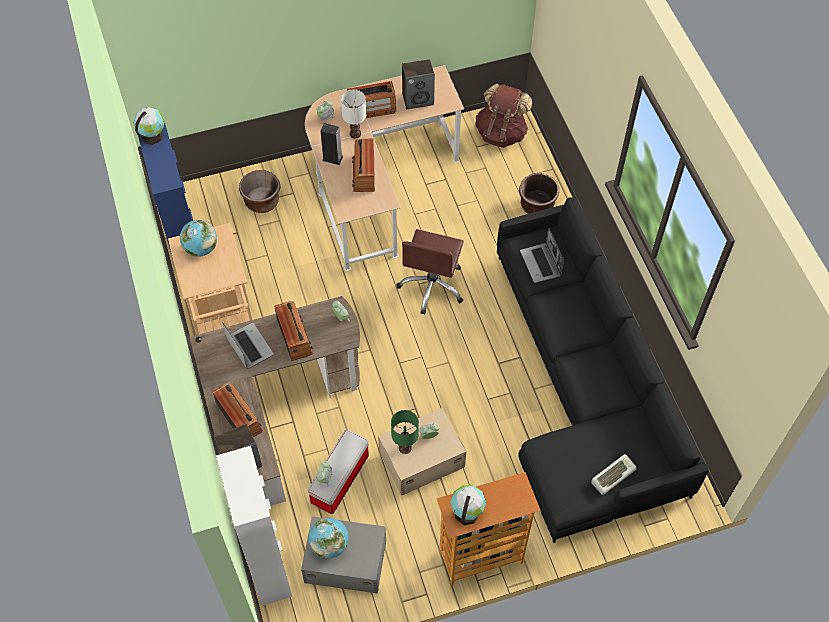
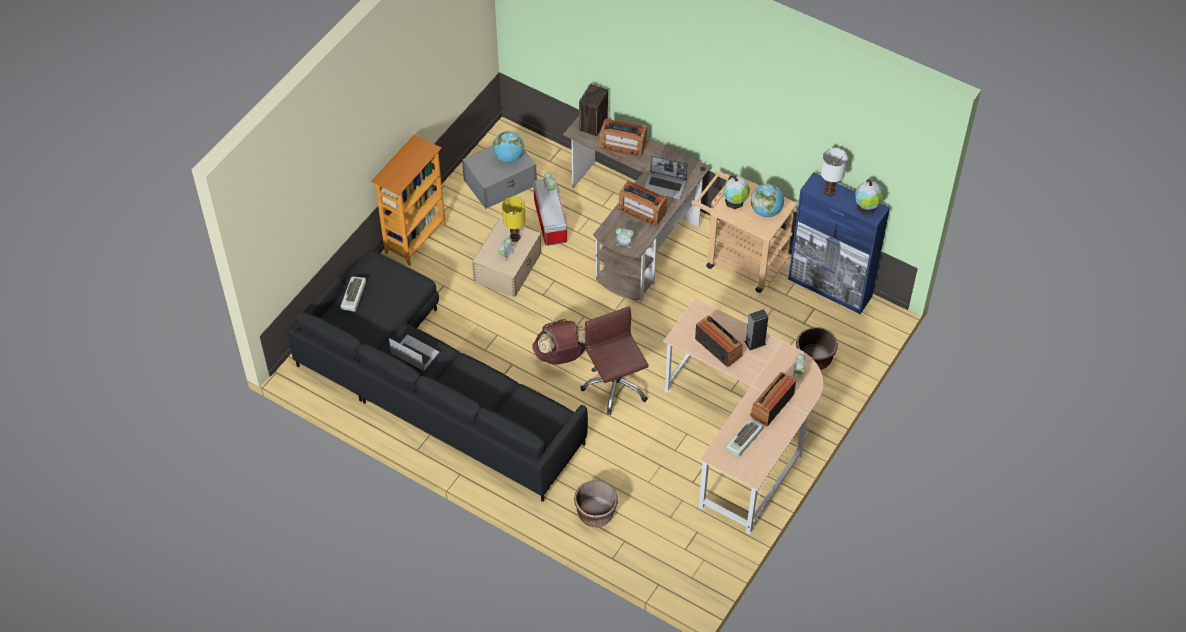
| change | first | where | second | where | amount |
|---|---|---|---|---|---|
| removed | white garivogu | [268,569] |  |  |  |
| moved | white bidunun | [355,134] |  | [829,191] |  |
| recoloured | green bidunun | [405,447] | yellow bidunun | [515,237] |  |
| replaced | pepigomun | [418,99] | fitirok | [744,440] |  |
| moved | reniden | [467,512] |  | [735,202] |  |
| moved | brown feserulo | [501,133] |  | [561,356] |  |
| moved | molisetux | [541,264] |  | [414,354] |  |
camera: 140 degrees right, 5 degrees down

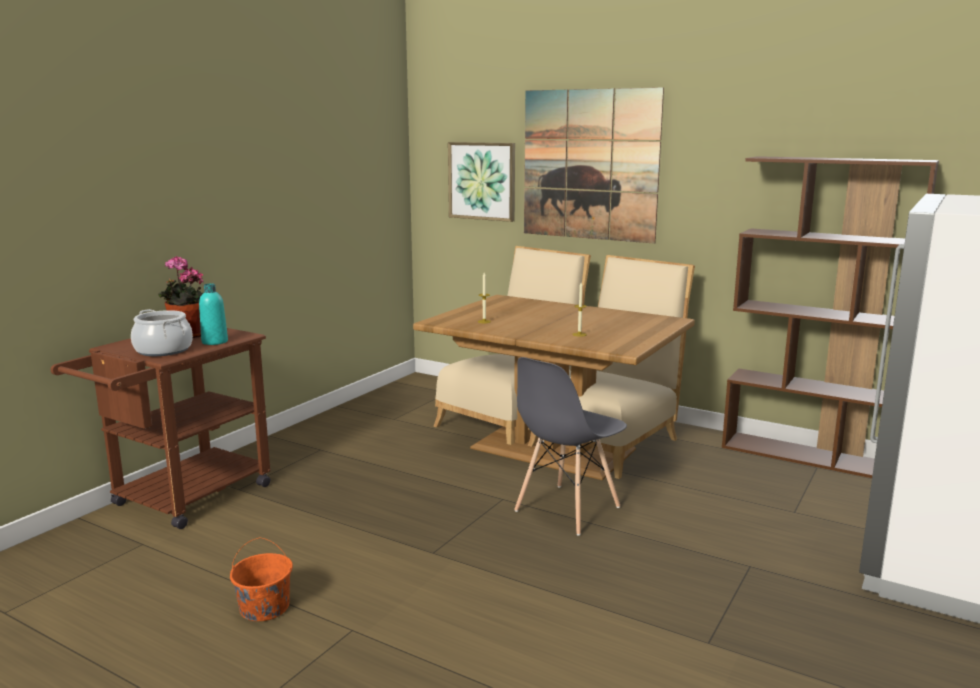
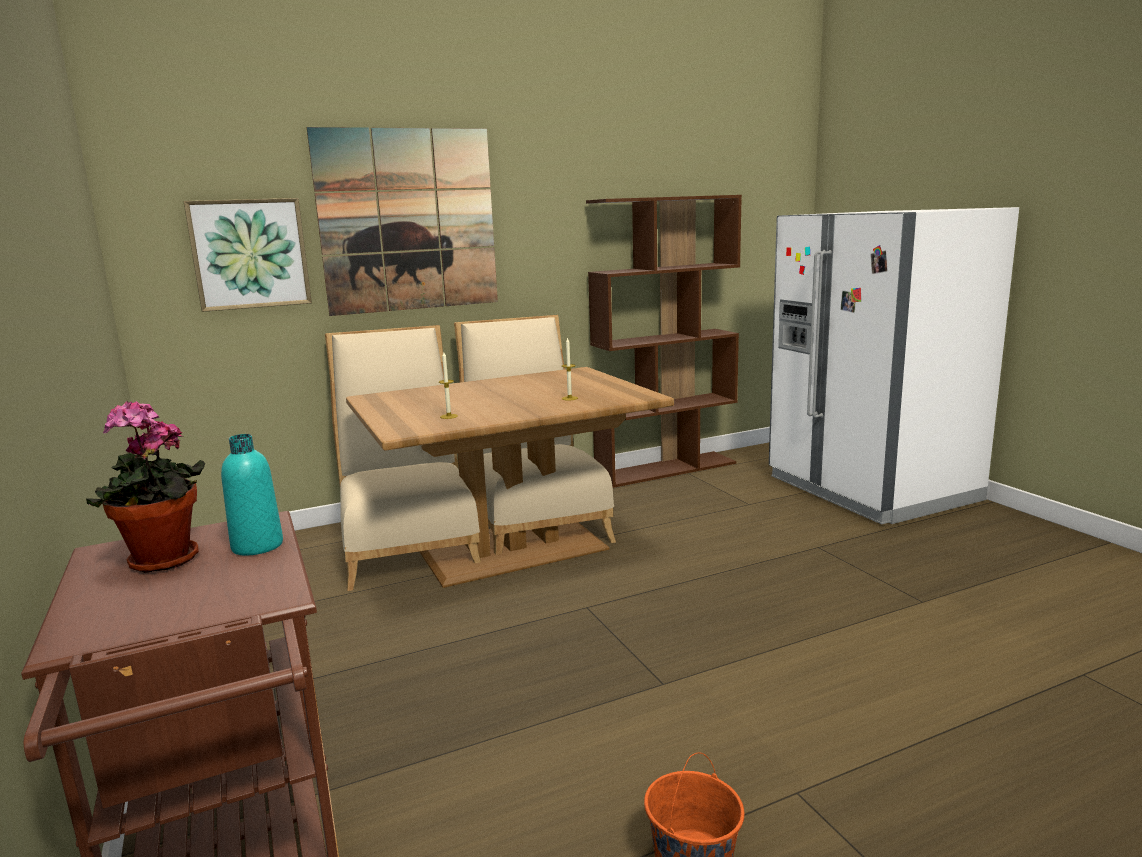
| change | first | where | second | where | amount |
|---|---|---|---|---|---|
| removed | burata | [163,350] |  |  |  |
| removed | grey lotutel | [566,509] |  |  |  |
camera: 55 degrees left, 0 degrees up

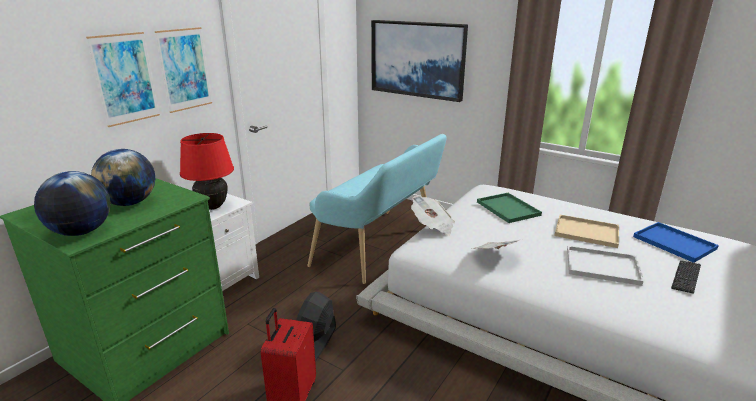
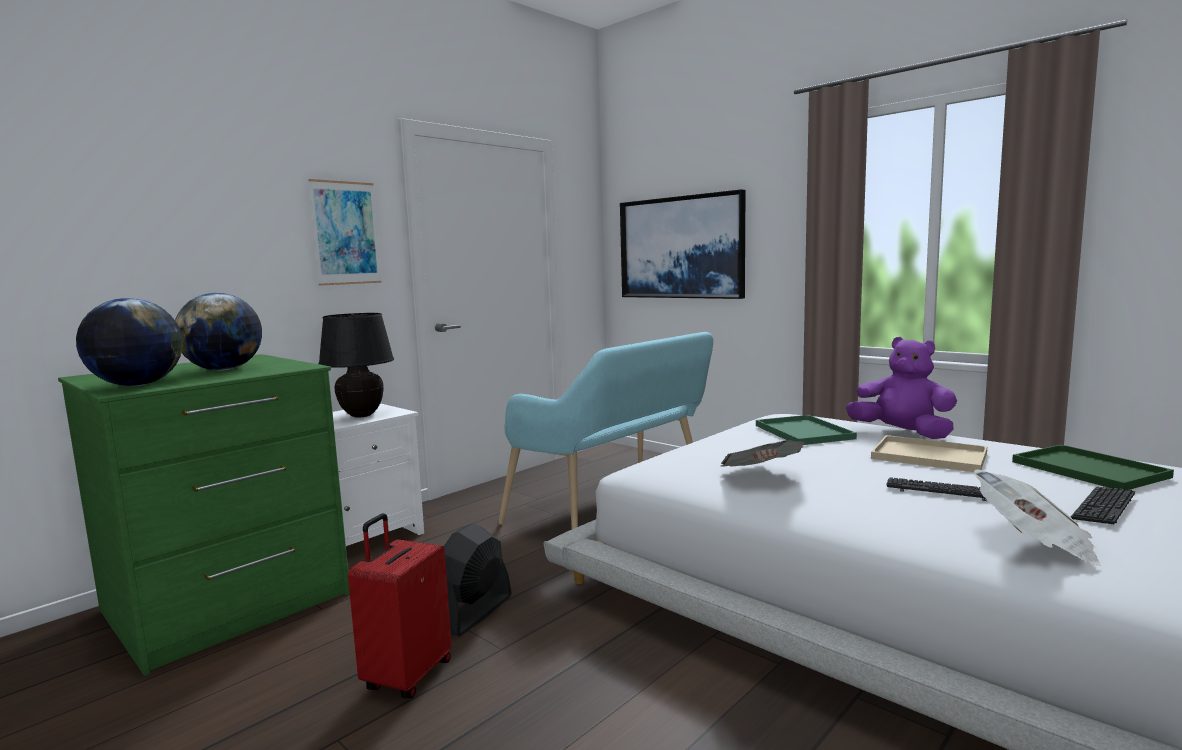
| change | first | where | second | where | amount |
|---|---|---|---|---|---|
| removed | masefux | [125,79] |  |  |  |
| recoloured | red bidunun | [212,207] | black bidunun | [361,415] |  |
| moved | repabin | [433,226] |  | [1035,544] |  |
| replaced | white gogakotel | [600,266] | fitirok | [942,491] |  |
| recoloured | blue gogakotel | [672,242] | green gogakotel | [1085,469] |  |
| added |  |  | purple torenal | [902,433] |  |
camera: 10 degrees right, 15 degrees down

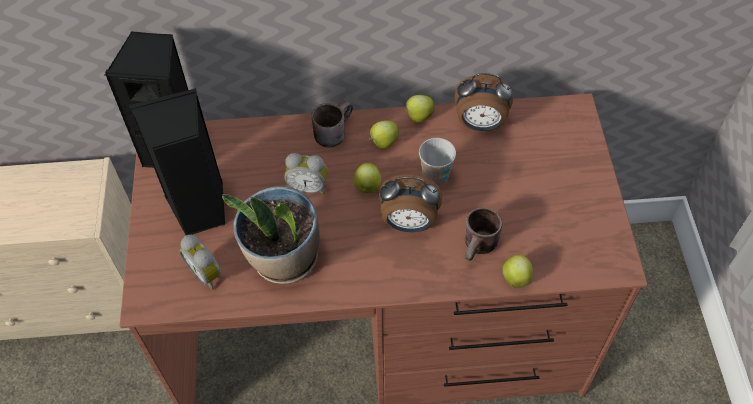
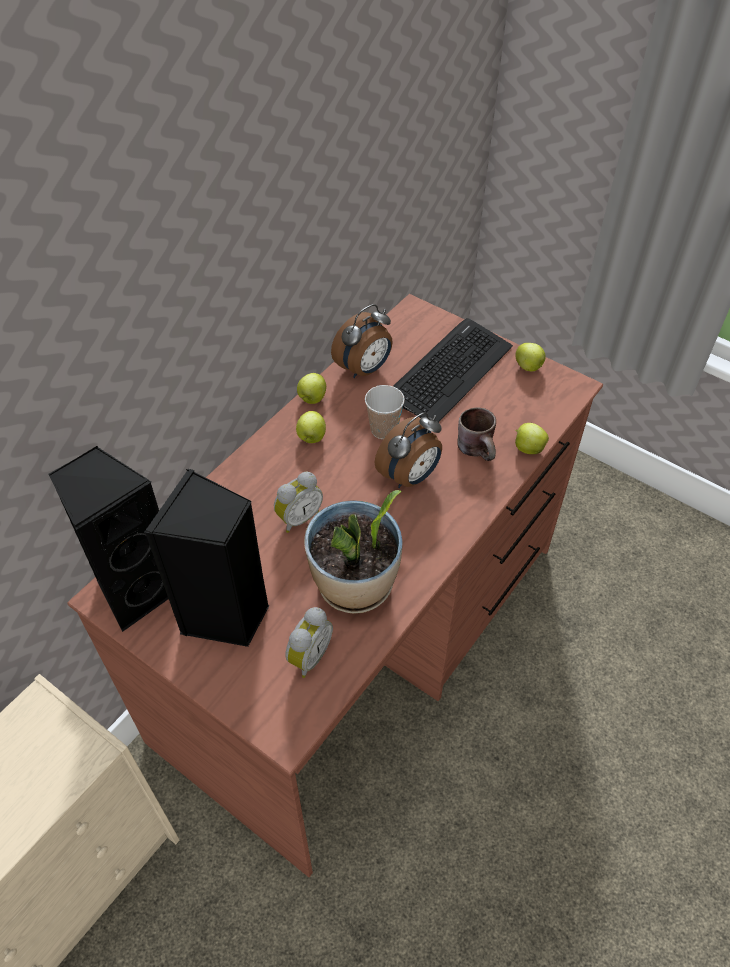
| change | first | where | second | where | amount |
|---|---|---|---|---|---|
| turned | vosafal | [207,273] |  | [308,656] | 60 degrees counterclockwise |
| removed | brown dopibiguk | [332,131] |  |  |  |
| moved | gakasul | [367,187] |  | [529,367] |  |
| added |  |  | fitirok | [449,371] |  |
camera: 50 degrees left, 5 degrees down

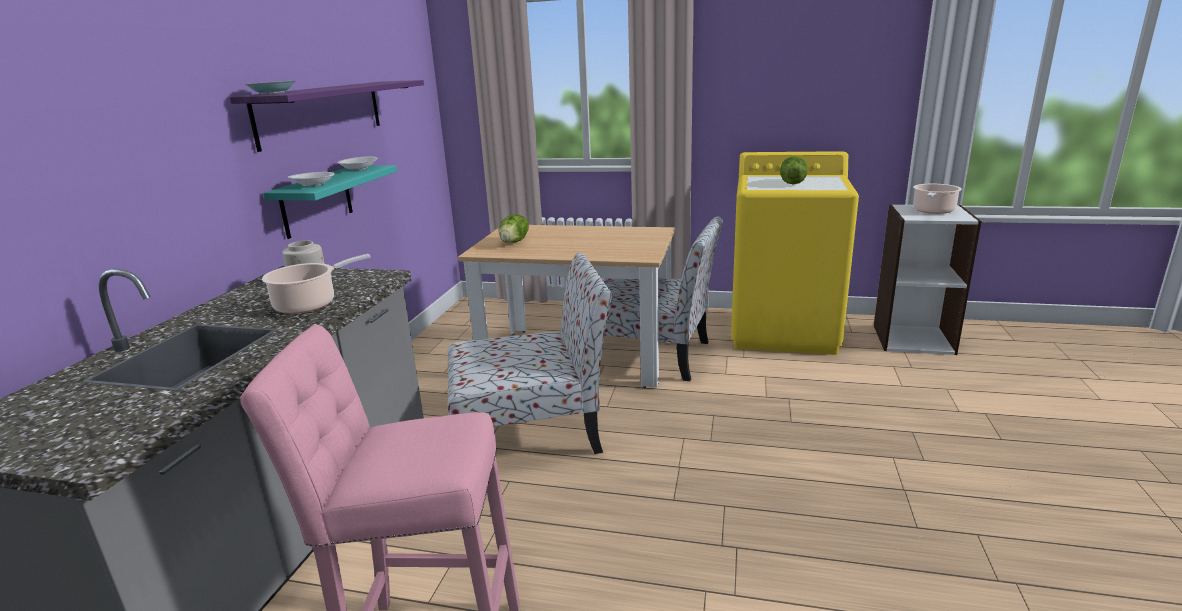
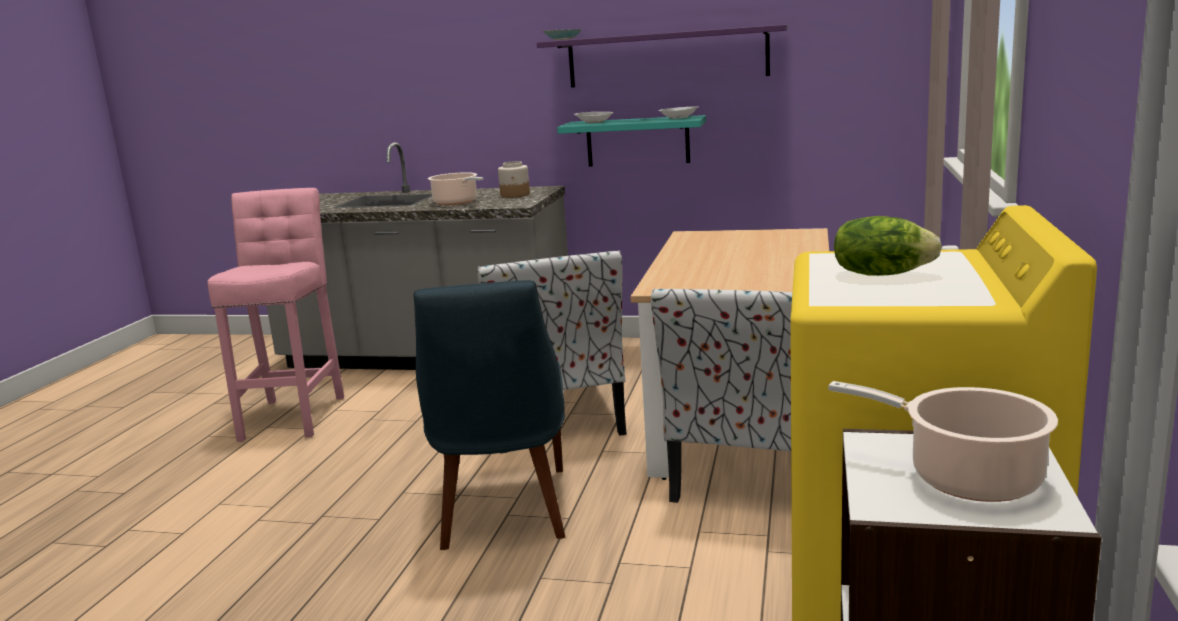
| change | first | where | second | where | amount |
|---|---|---|---|---|---|
| removed | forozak | [514,242] |  |  |  |
| added |  |  | blue lotutel | [503,511] |  |
camera: 90 degrees right, 5 degrees down

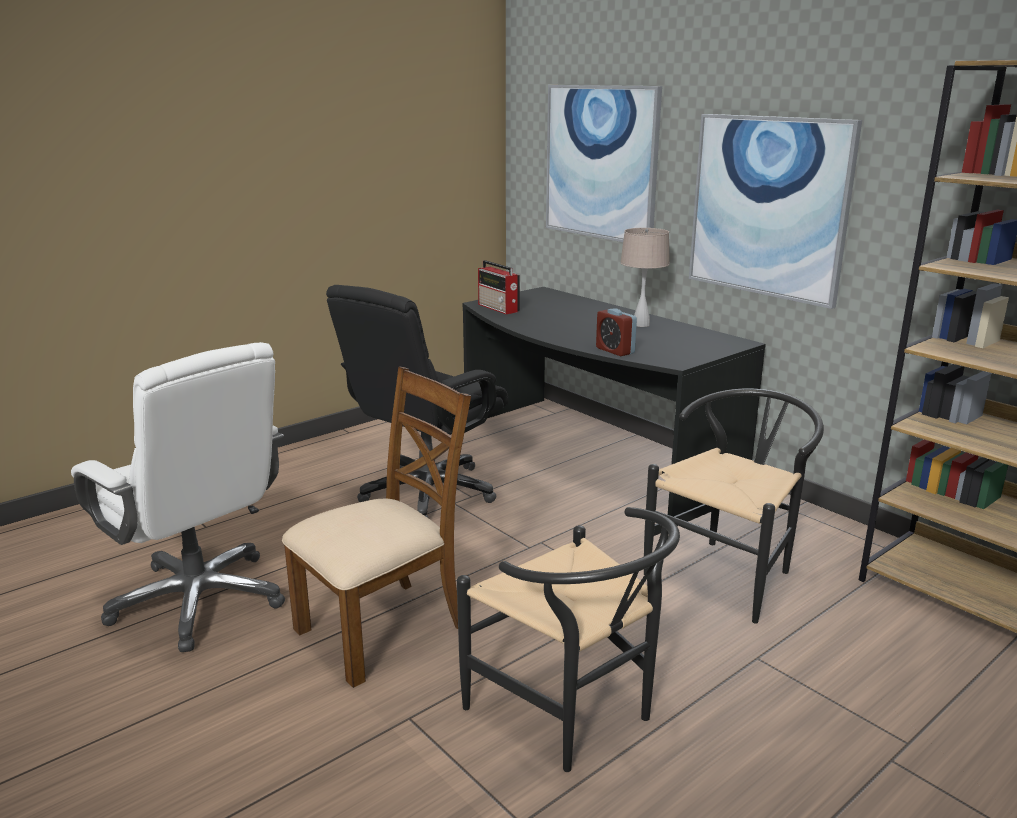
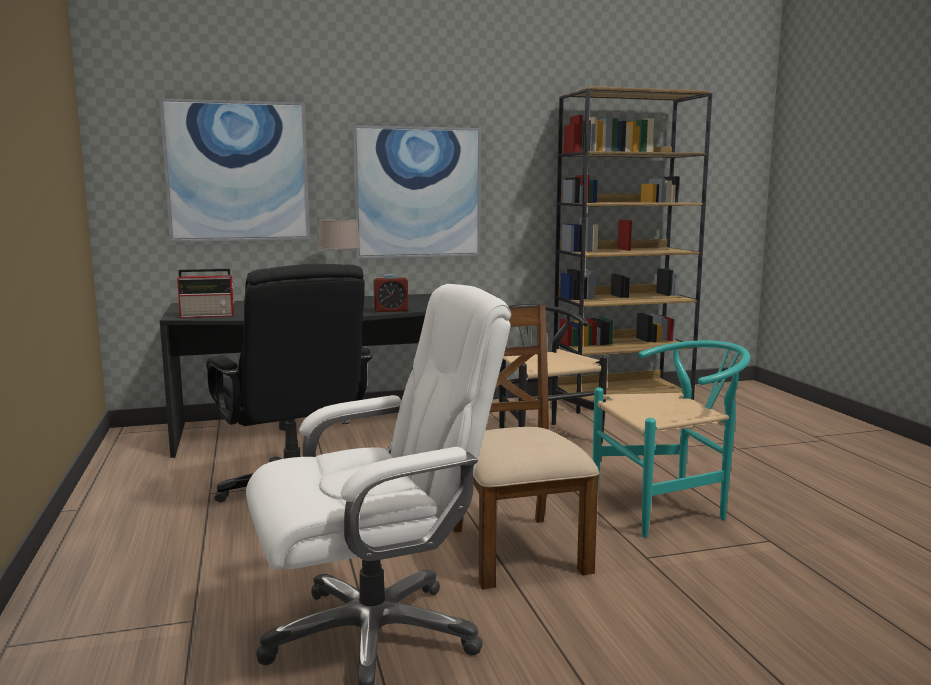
| change | first | where | second | where | amount |
|---|---|---|---|---|---|
| recoloured | black lotutel | [572,715] | turquoise lotutel | [669,506] |  |
camera: 65 degrees left, 10 degrees down

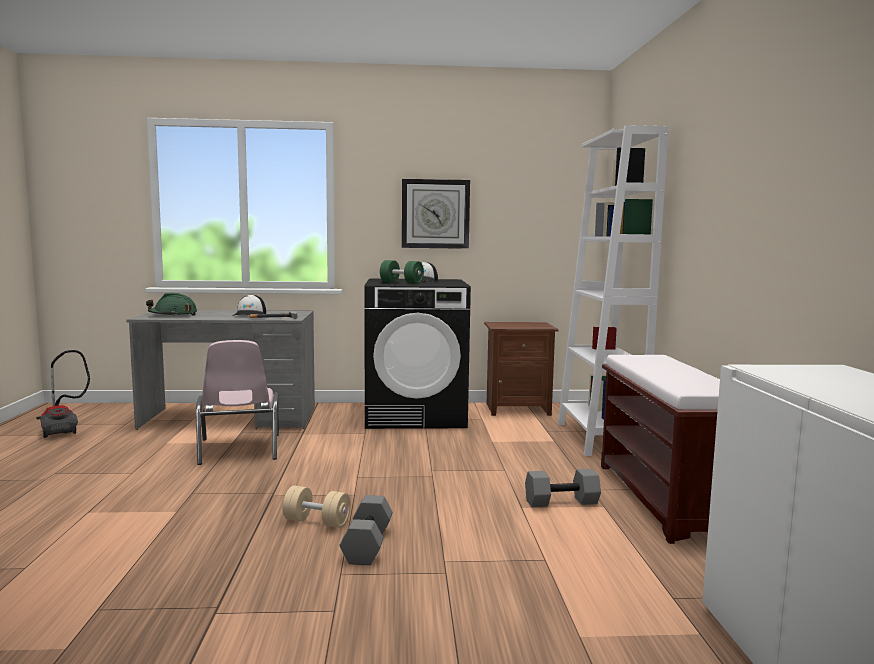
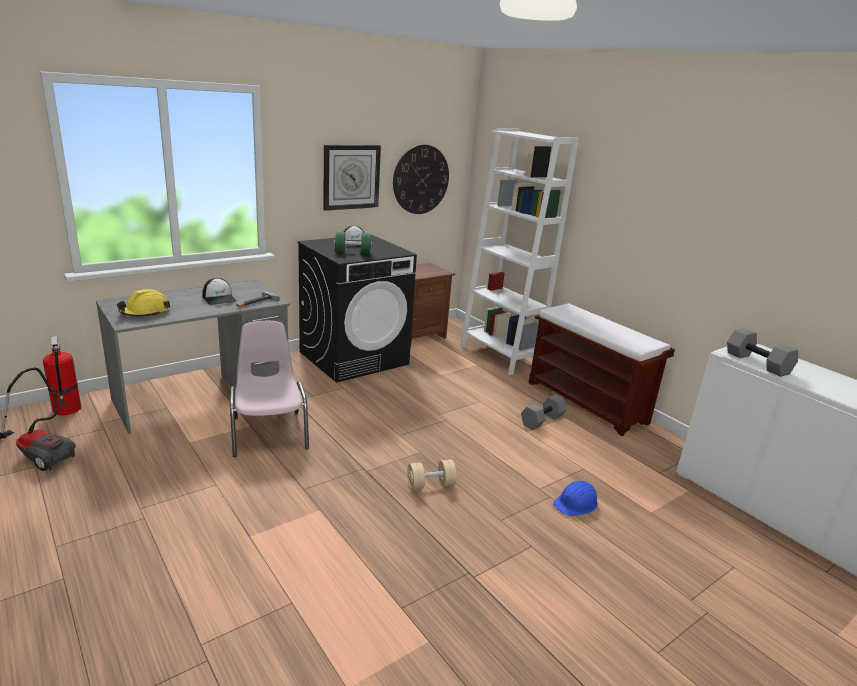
| change | first | where | second | where | amount |
|---|---|---|---|---|---|
| recoloured | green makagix | [173,315] | yellow makagix | [145,312] |  |
| turned | pink lotutel | [239,450] |  | [269,432] | 150 degrees counterclockwise |
| moved | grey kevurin | [368,545] |  | [758,363] |  |
| added |  |  | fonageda | [67,409] |  |
| added |  |  | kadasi | [421,179] |  |
| added |  |  | blue makagix | [576,503] |  |
camera: 35 degrees left, 15 degrees up

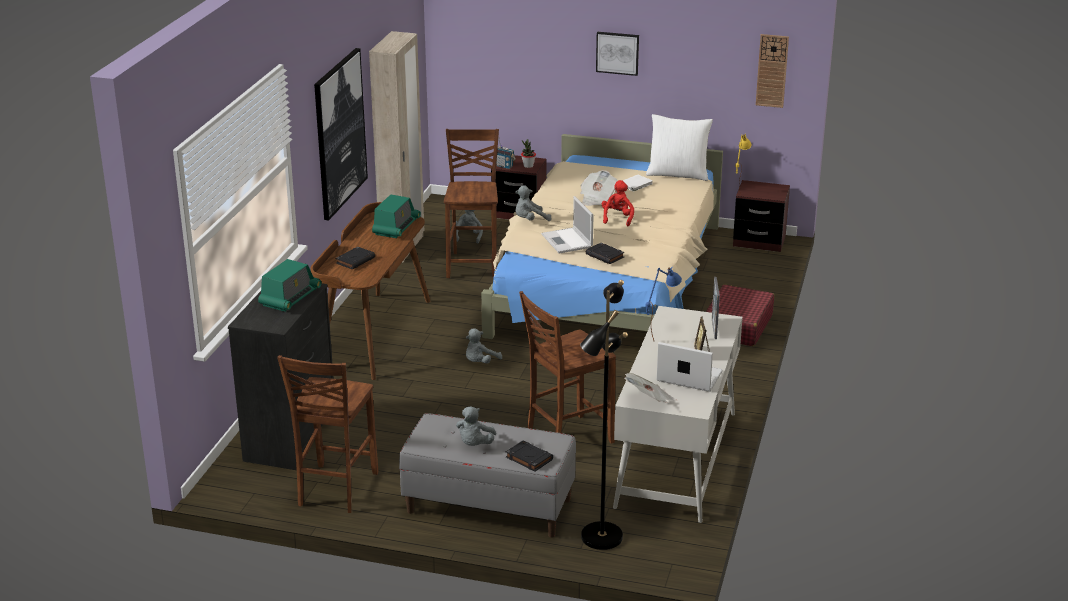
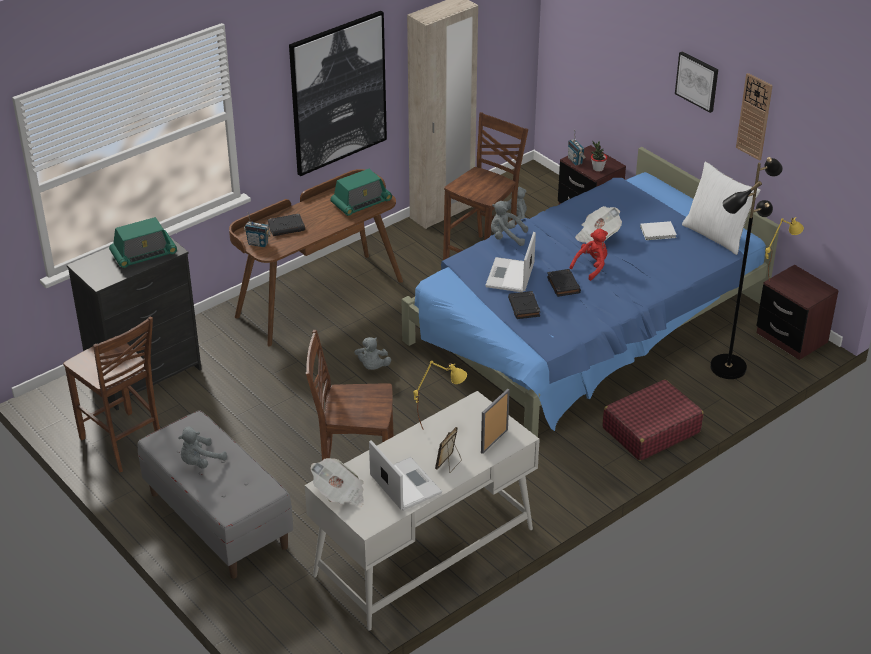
| change | first | where | second | where | amount |
|---|---|---|---|---|---|
| turned | brown lotutel | [335,490] |  | [123,444] | 90 degrees counterclockwise |
| turned | grey torenal | [480,362] |  | [372,367] | 75 degrees counterclockwise |
| recoloured | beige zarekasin | [607,281] | blue zarekasin | [585,324] |  |
| moved | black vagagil | [528,458] |  | [563,285] |  |
| moved | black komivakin | [600,536] |  | [727,367] |  |
| recoloured | blue bidunun | [660,333] | yellow bidunun | [440,423] |  |
| moved | kadasi | [772,70] |  | [754,116] |  |
| added |  |  | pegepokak | [258,243] |  |
camera: 35 degrees right, 10 degrees up

